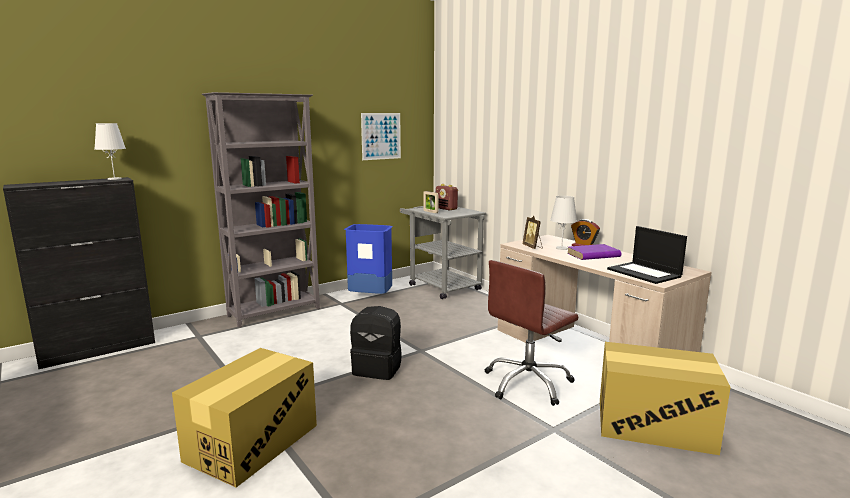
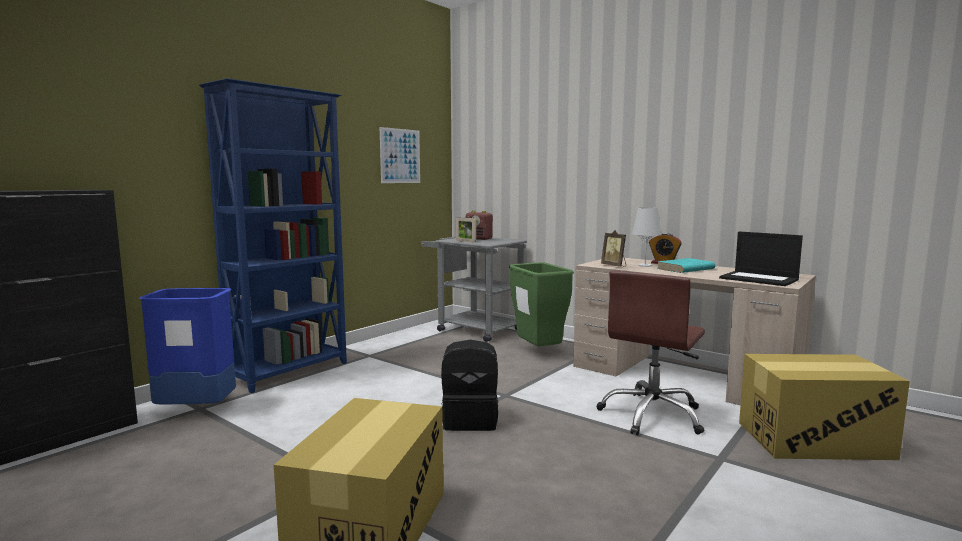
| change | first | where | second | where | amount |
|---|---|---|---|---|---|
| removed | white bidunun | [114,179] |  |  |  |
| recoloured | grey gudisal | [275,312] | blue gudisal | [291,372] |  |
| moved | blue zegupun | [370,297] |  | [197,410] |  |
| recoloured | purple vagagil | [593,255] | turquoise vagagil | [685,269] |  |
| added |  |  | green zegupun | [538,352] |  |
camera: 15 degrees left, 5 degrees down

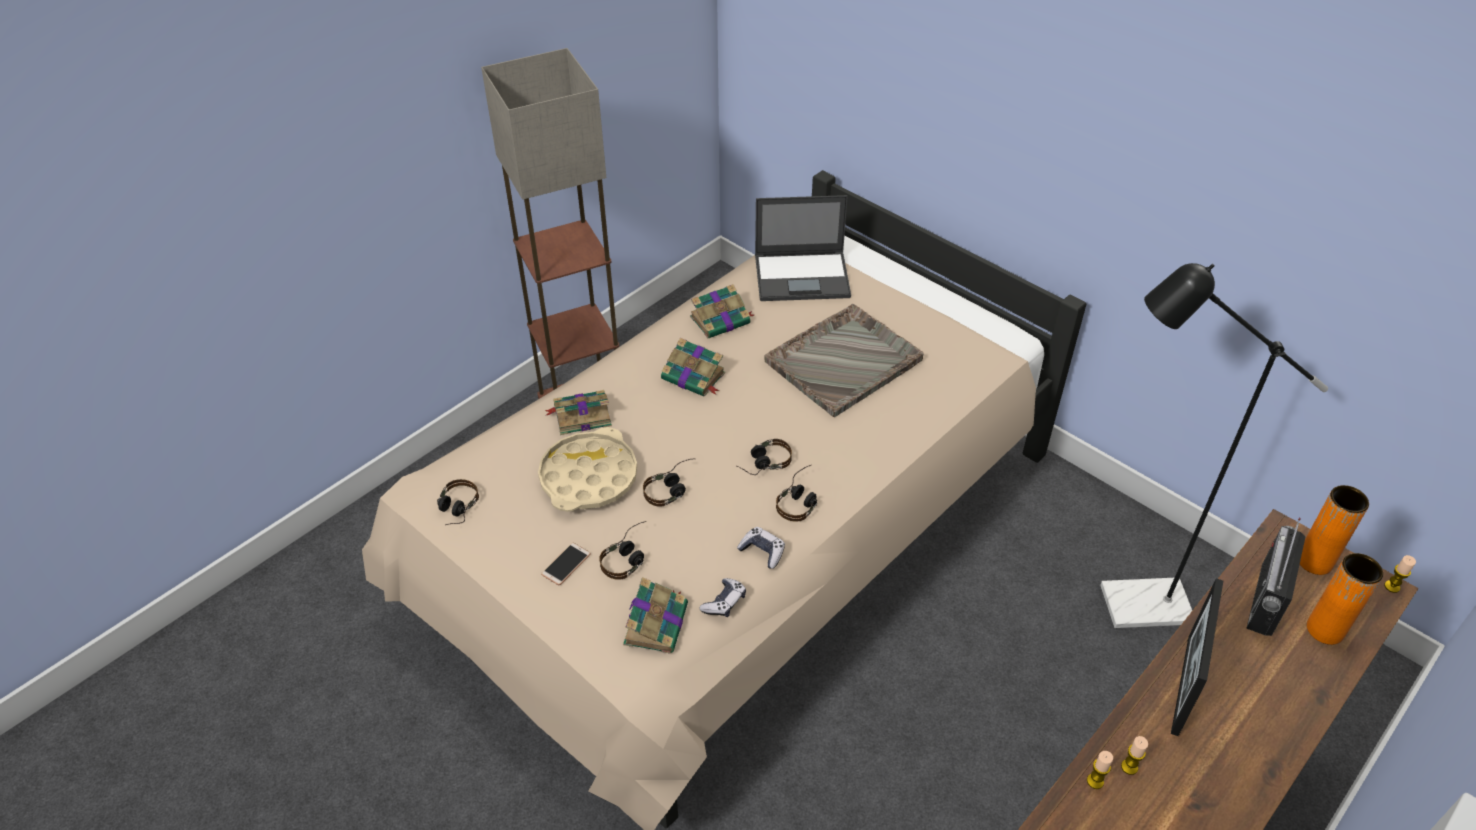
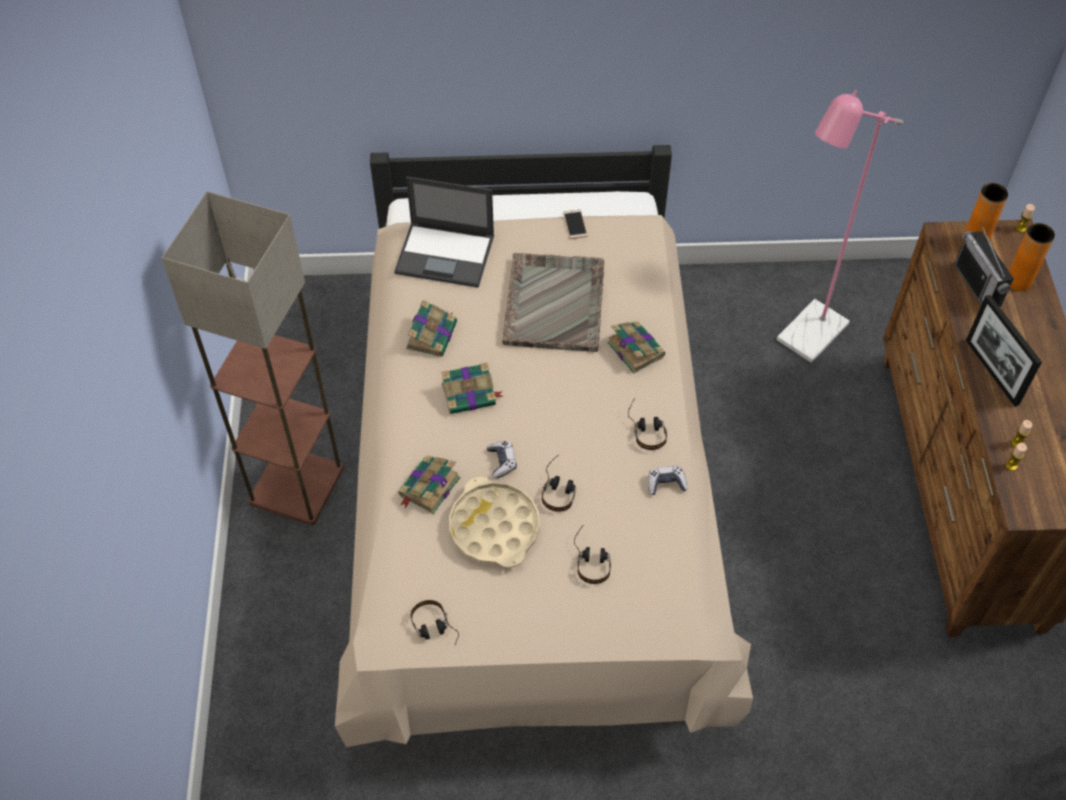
| change | first | where | second | where | amount |
|---|---|---|---|---|---|
| moved | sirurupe | [566,564] |  | [575,224] |  |
| moved | vagagil | [656,623] |  | [634,348] |  |
| moved | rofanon | [724,602] |  | [502,462] |  |
| removed | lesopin | [762,464] |  |  |  |
| turned | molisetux | [803,276] |  | [446,255] | 60 degrees clockwise |
| recoloured | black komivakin | [1129,605] | pink komivakin | [804,340] |  |
camera: 45 degrees left, 10 degrees up

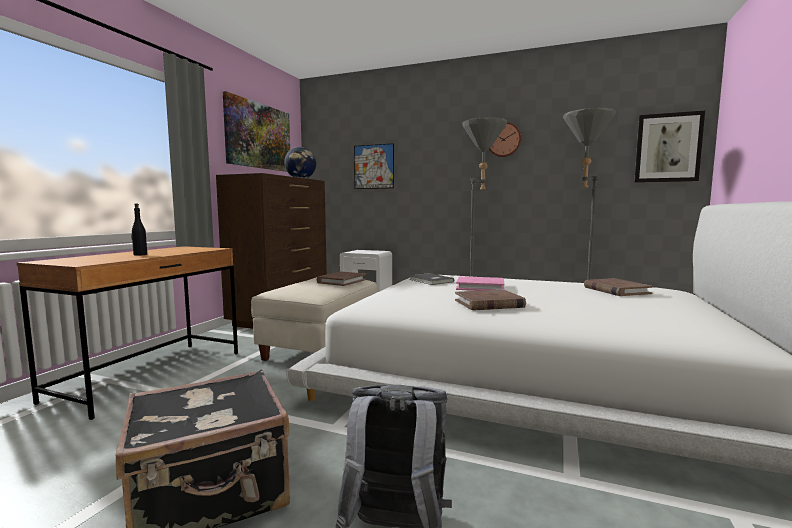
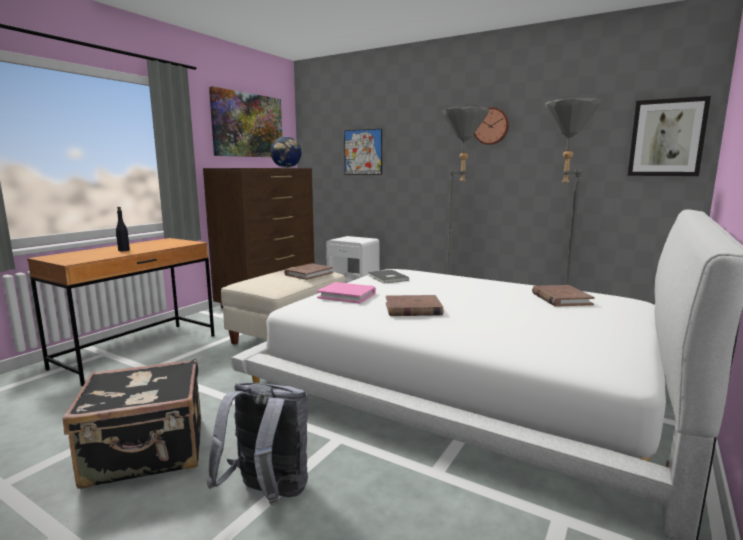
| change | first | where | second | where | amount |
|---|---|---|---|---|---|
| moved | pink vagagil | [480,287] |  | [347,295] |  |
camera: 10 degrees right, 5 degrees up

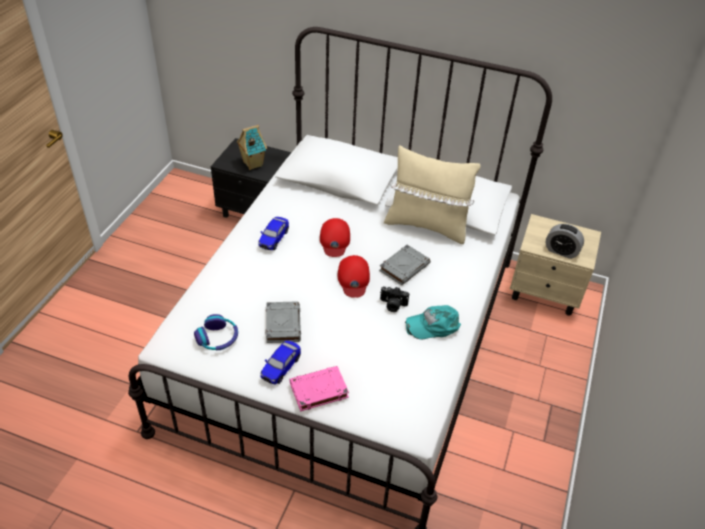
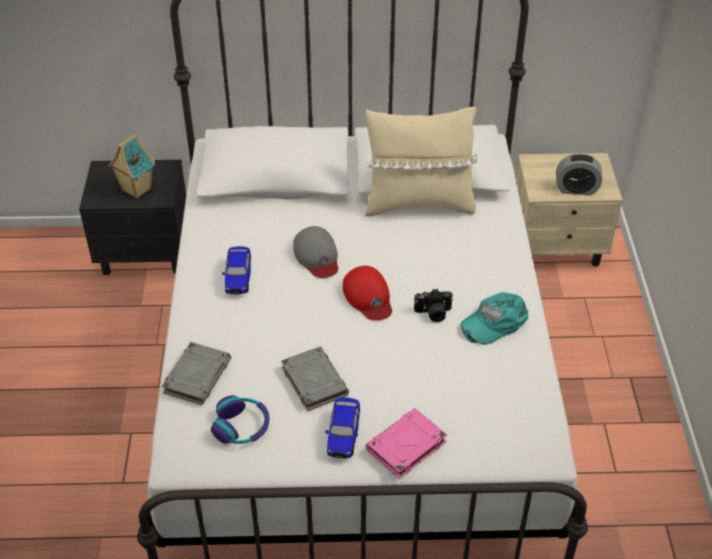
| change | first | where | second | where | amount |
|---|---|---|---|---|---|
| recoloured | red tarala | [334,240] | grey tarala | [317,256] |  |
| moved | grey vagagil | [404,267] |  | [197,376] |  |
camera: 20 degrees left, 0 degrees up

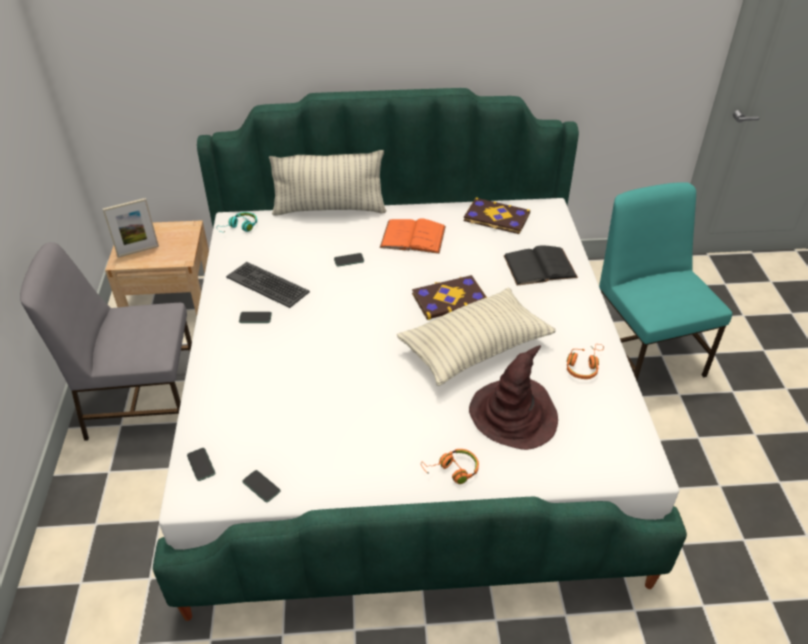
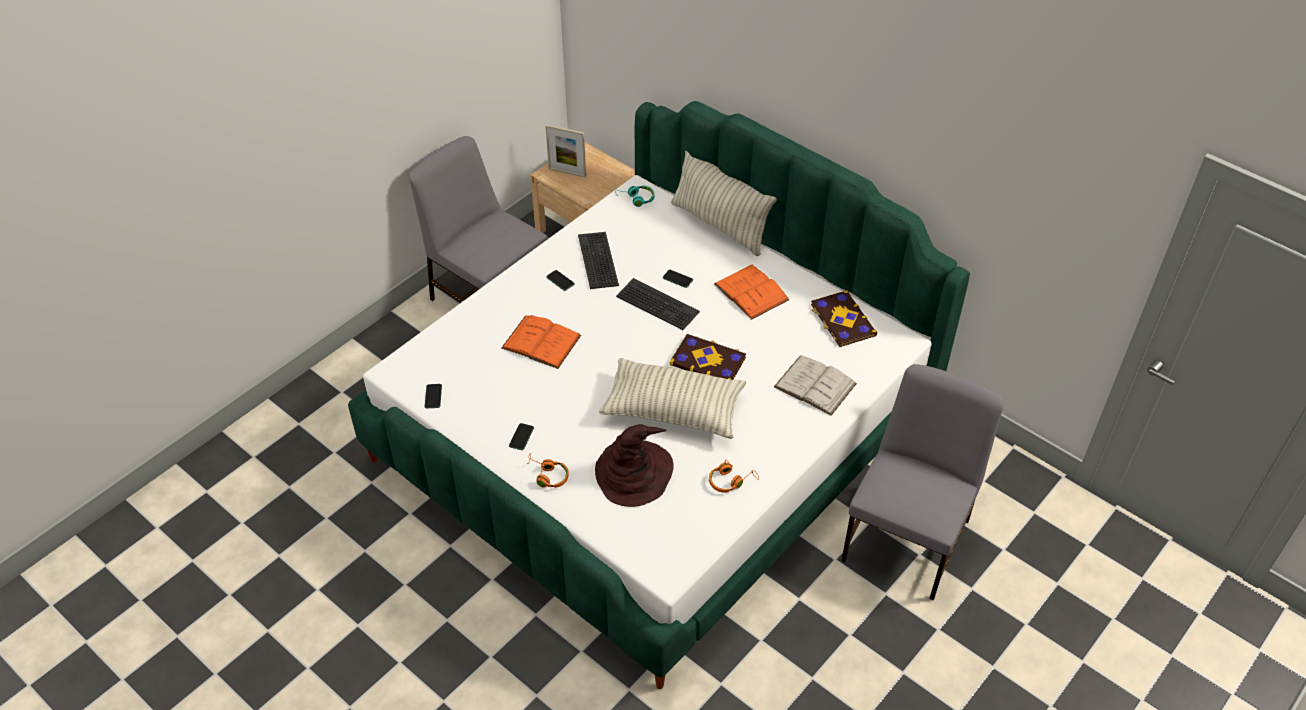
| change | first | where | second | where | amount |
|---|---|---|---|---|---|
| moved | sirurupe | [201,465] |  | [521,437] |  |
| recoloured | black vagagil | [540,266] | white vagagil | [815,385] |  |
| recoloured | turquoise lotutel | [643,351] | grey lotutel | [908,538] |  |
| added |  |  | orange vagagil | [541,342] |  |
| added |  |  | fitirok | [657,305] |  |
camera: 45 degrees right, 5 degrees up

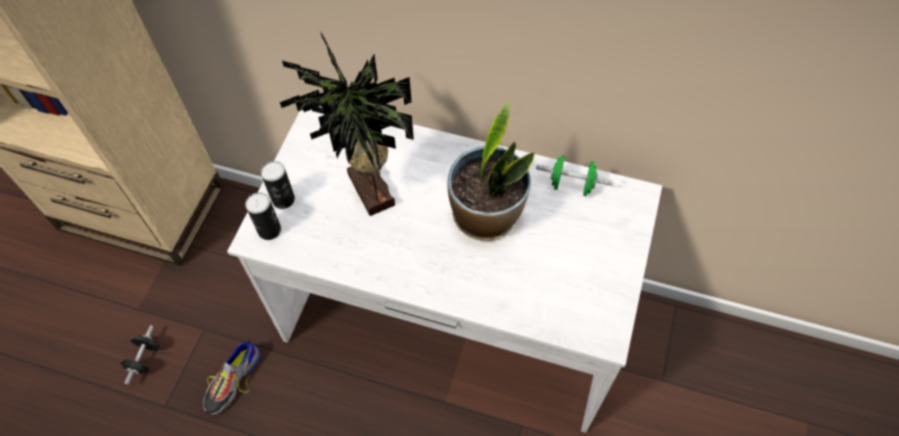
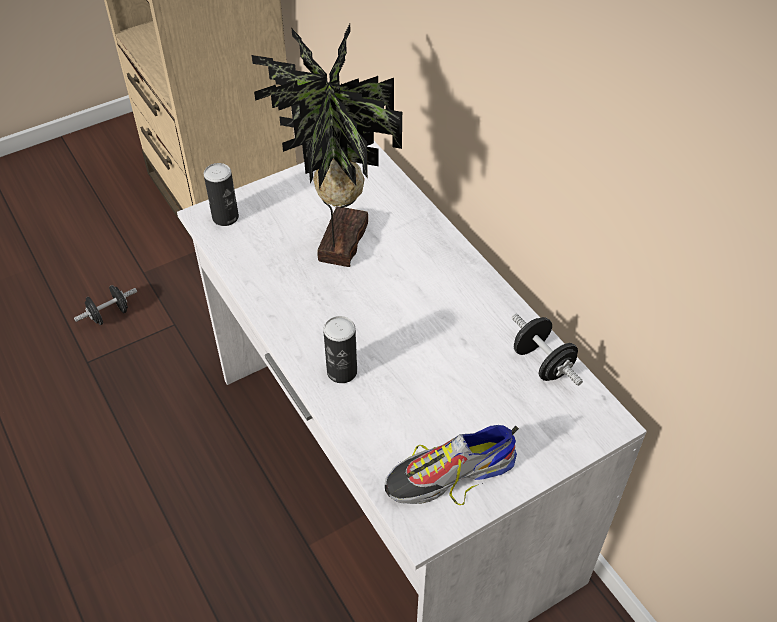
| change | first | where | second | where | amount |
|---|---|---|---|---|---|
| moved | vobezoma | [233,380] |  | [449,474] |  |
| moved | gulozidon | [283,199] |  | [342,371] |  |
| removed | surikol | [486,216] |  |  |  |
| recoloured | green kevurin | [571,185] | black kevurin | [542,363] |  |
camera: 40 degrees right, 10 degrees down

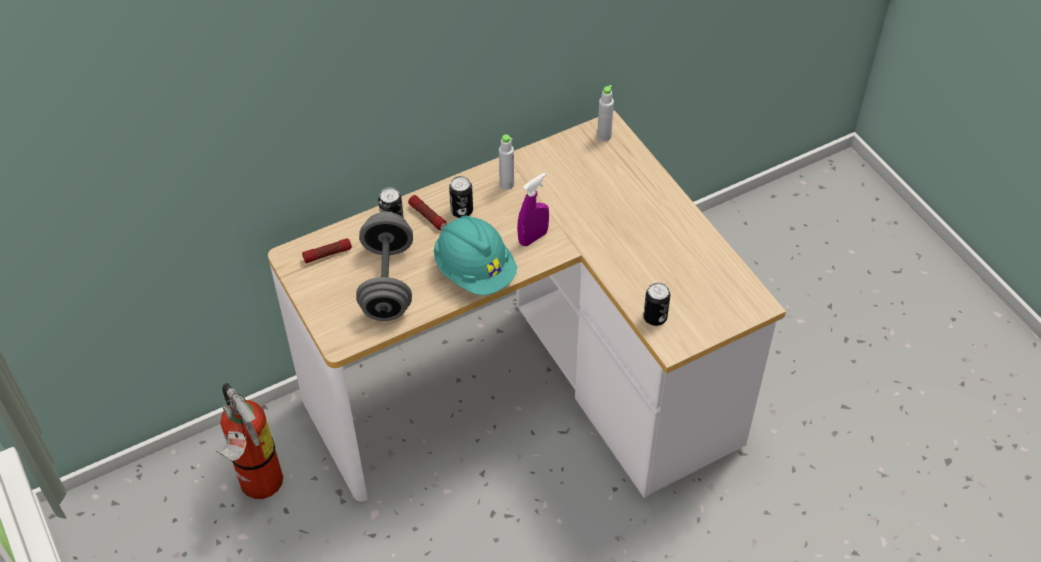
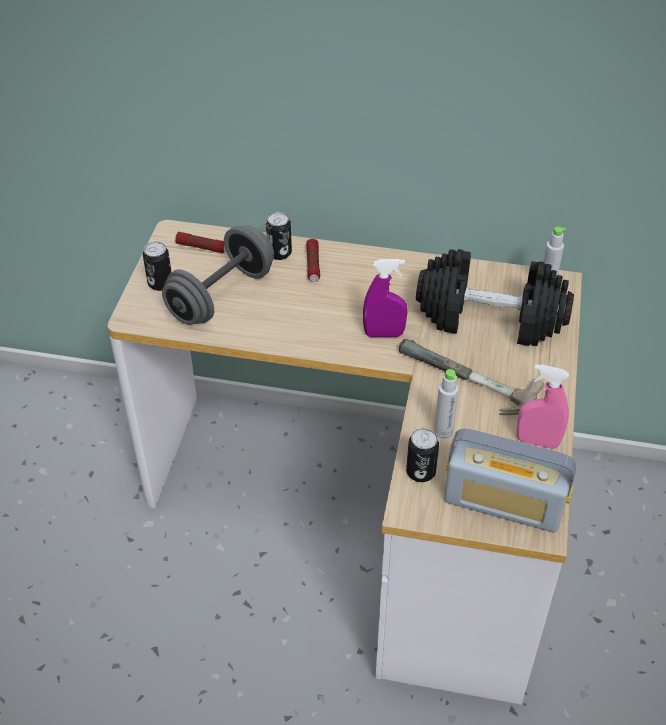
| change | first | where | second | where | amount |
|---|---|---|---|---|---|
| removed | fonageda | [260,486] |  |  |  |
| removed | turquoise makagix | [475,271] |  |  |  |
| moved | gulozidon | [462,211] |  | [160,283] |  |
| moved | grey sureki | [506,184] |  | [443,431] |  |
| added |  |  | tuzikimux | [463,382] |  |
| added |  |  | black kevurin | [491,317] |  |
| added |  |  | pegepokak | [503,504] |  |
| added |  |  | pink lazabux | [537,442] |  |
camera: 40 degrees right, 5 degrees down

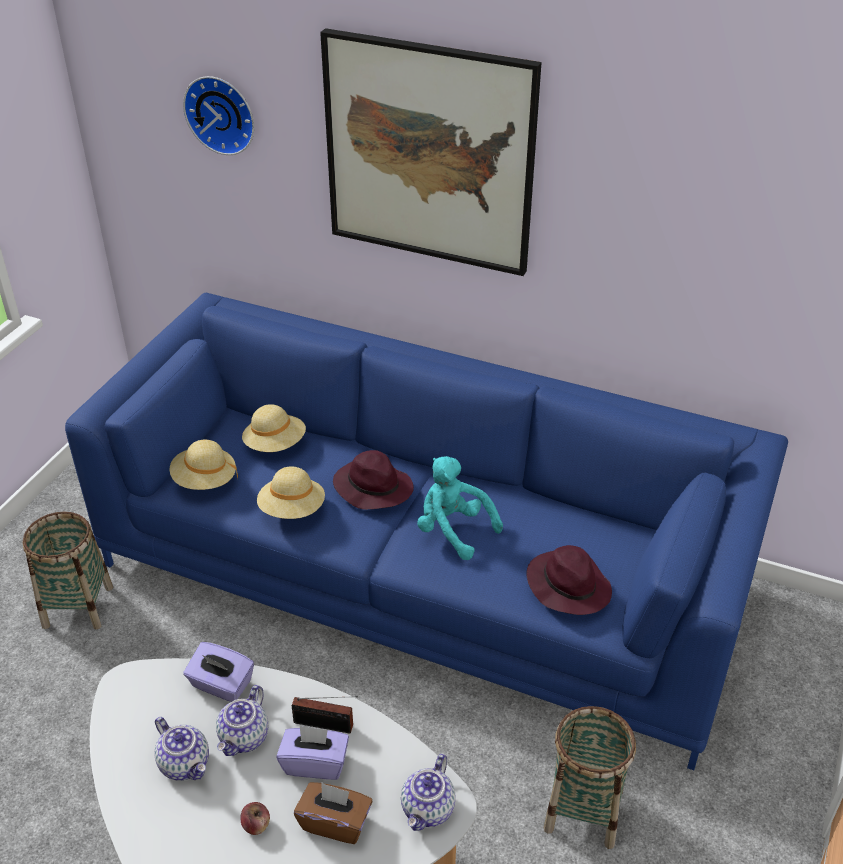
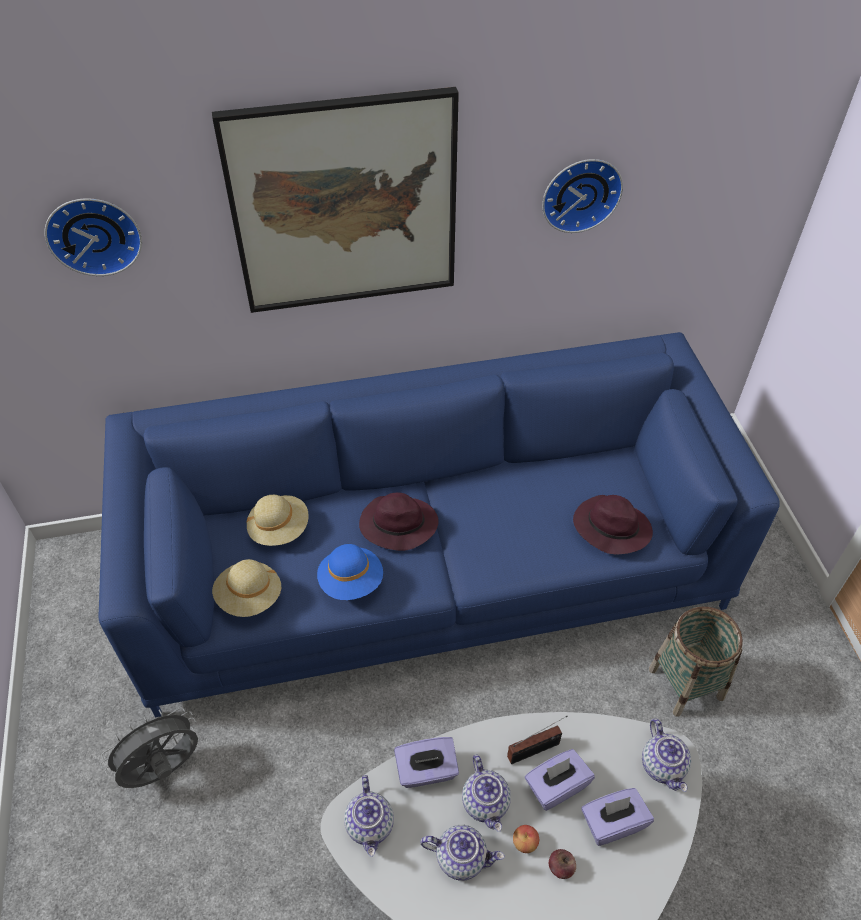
| change | first | where | second | where | amount |
|---|---|---|---|---|---|
| replaced | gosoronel | [78,606] | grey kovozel | [164,770] |  |
| recoloured | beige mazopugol | [292,510] | blue mazopugol | [351,582] |  |
| recoloured | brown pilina | [335,822] | purple pilina | [612,823] |  |
| removed | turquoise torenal | [453,530] |  |  |  |
| added |  |  | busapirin | [370,825] |  |
| added |  |  | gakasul | [525,842] |  |
| added |  |  | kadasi | [580,193] |  |
camera: 35 degrees left, 10 degrees up

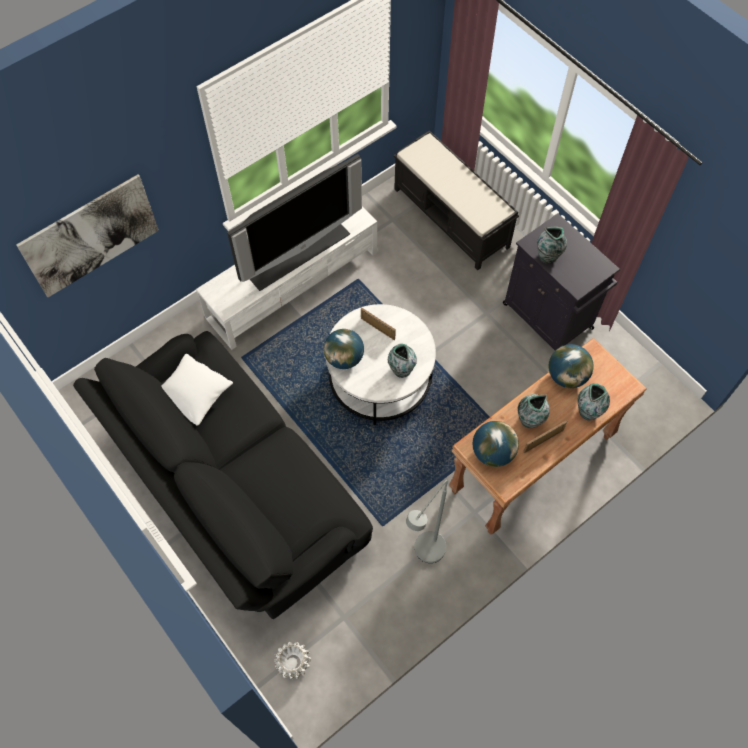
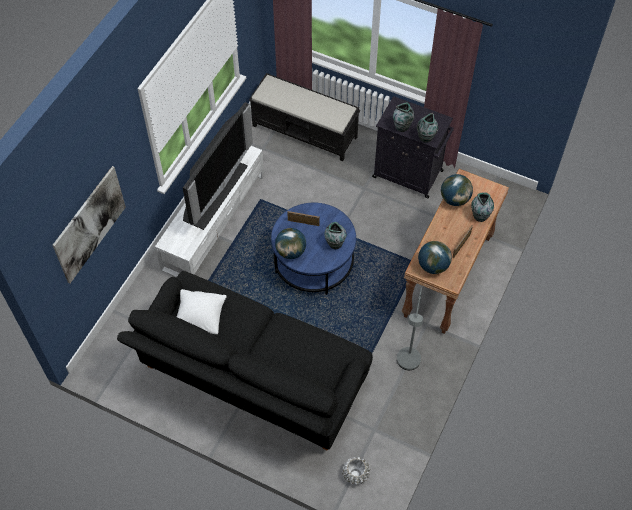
| change | first | where | second | where | amount |
|---|---|---|---|---|---|
| recoloured | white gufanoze | [380,379] | blue gufanoze | [313,262] |  |
| moved | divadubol | [529,420] |  | [425,138] |  |
camera: 25 degrees left, 5 degrees down

